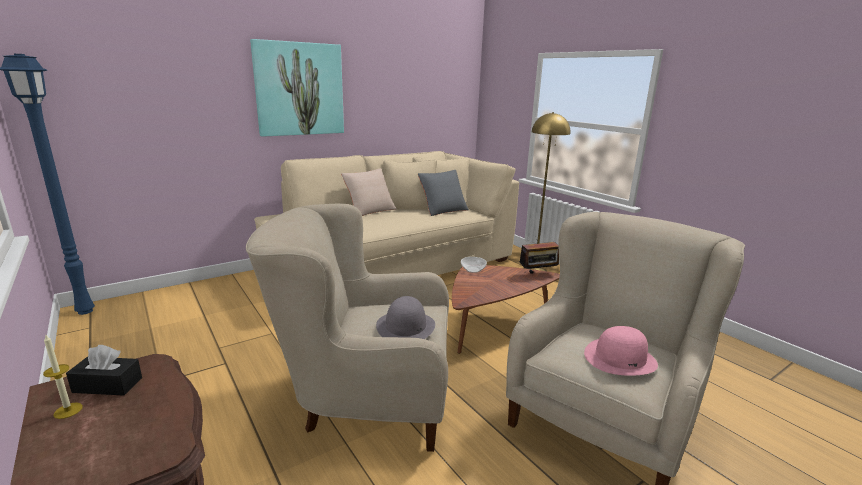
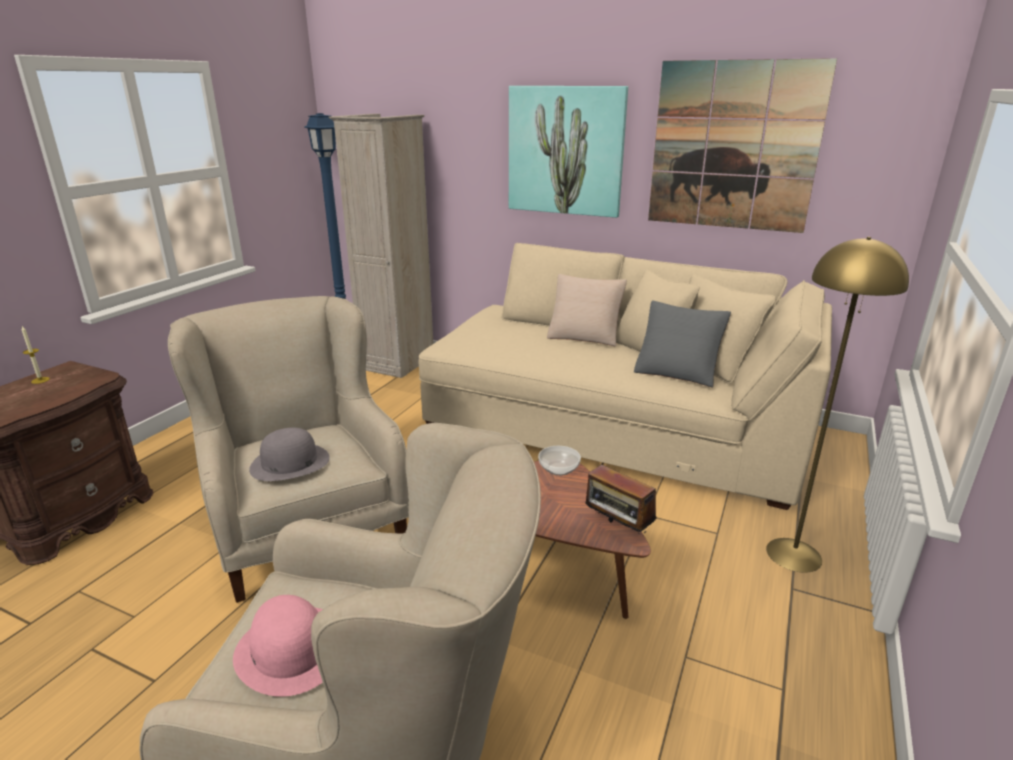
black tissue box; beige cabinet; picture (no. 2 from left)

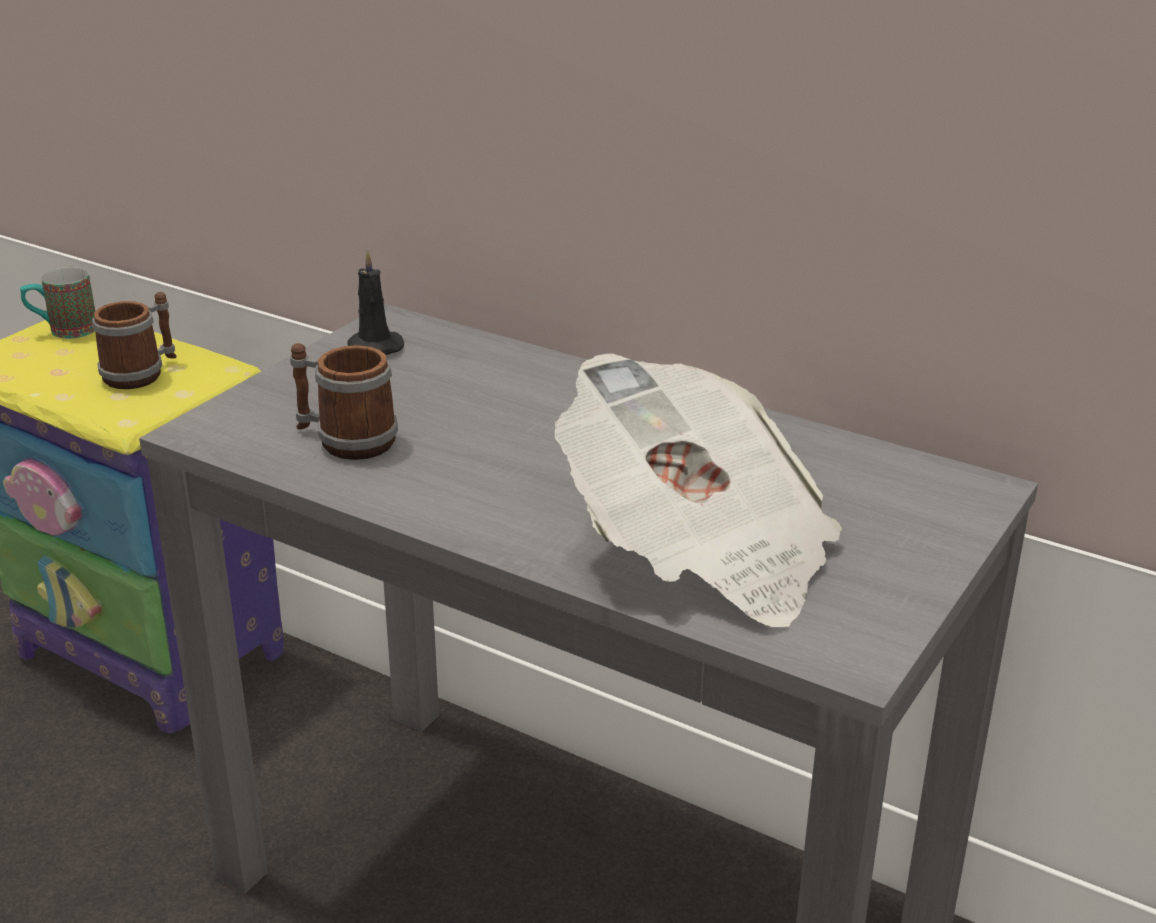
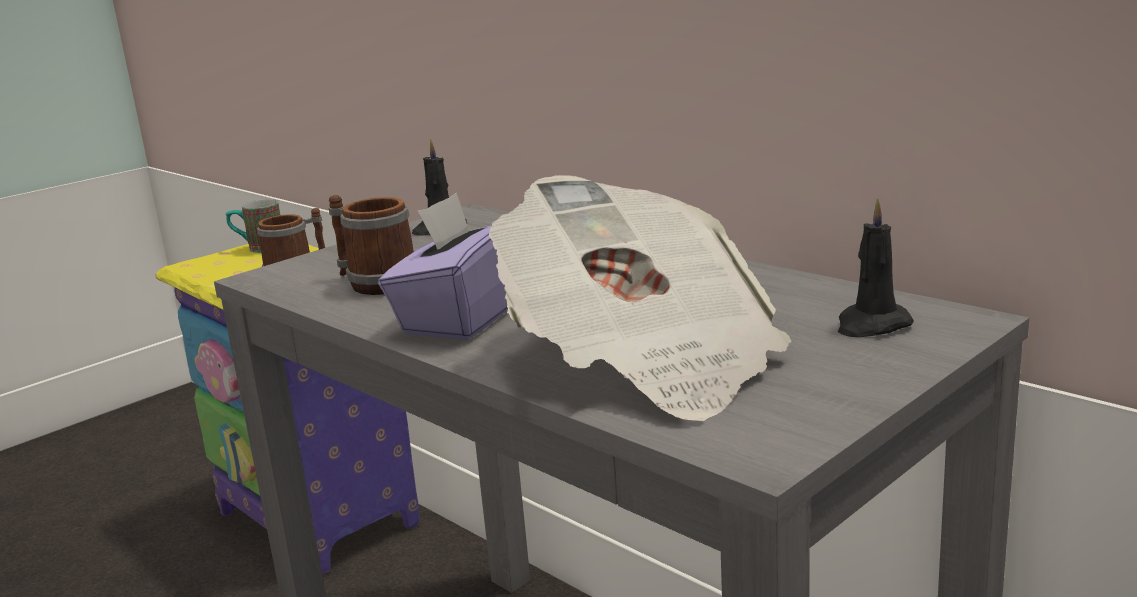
purple tissue box; black candle (no. 2 from left)

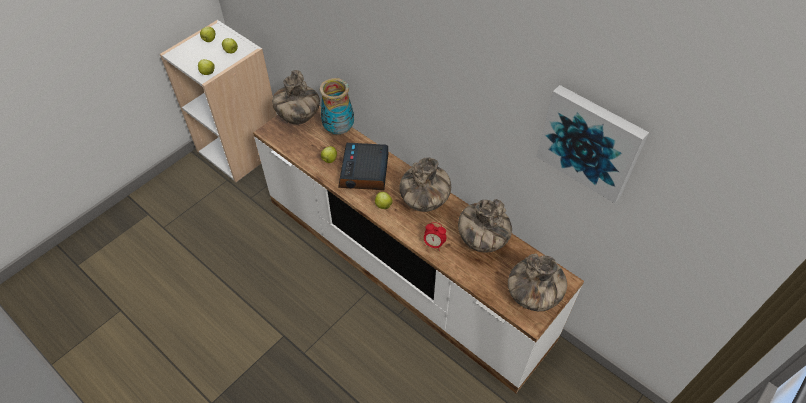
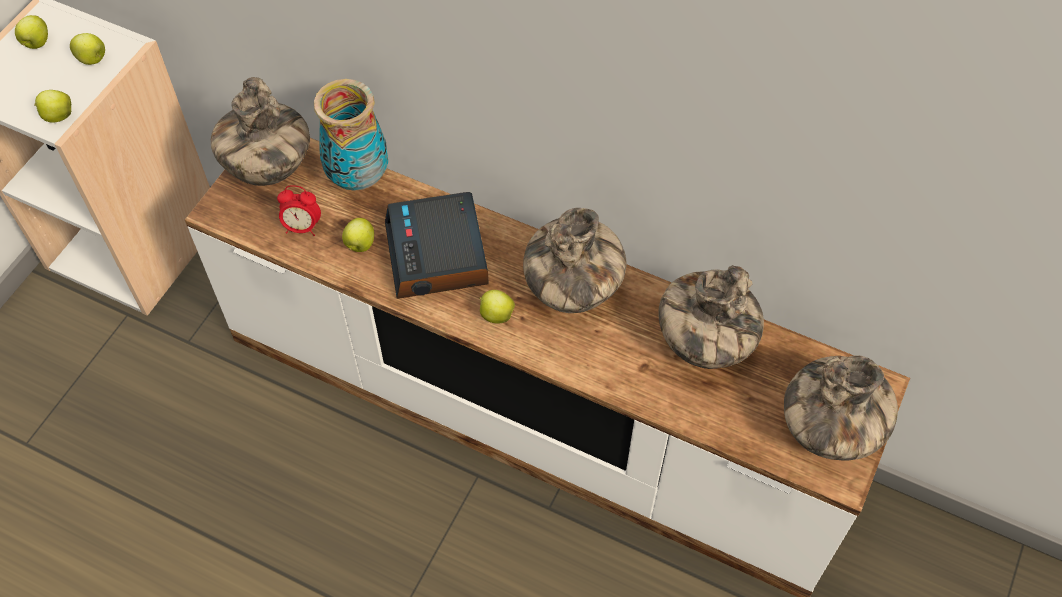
picture; alarm clock (no. 1 from left)

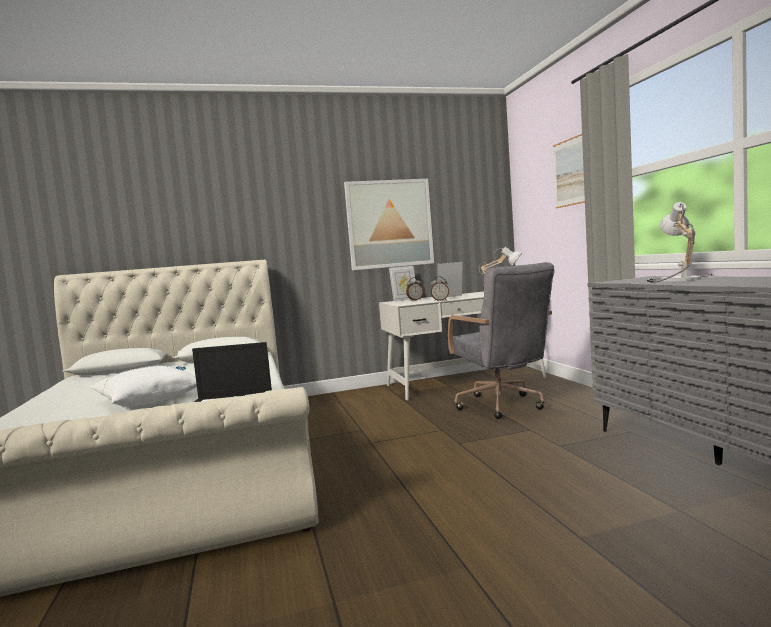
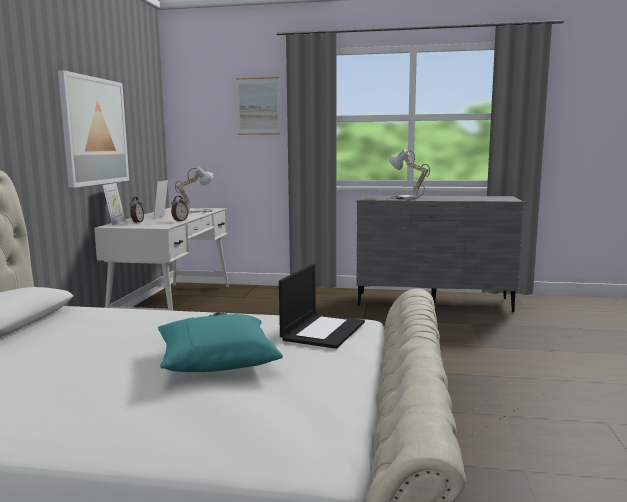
grey office chair; turquoise pillow

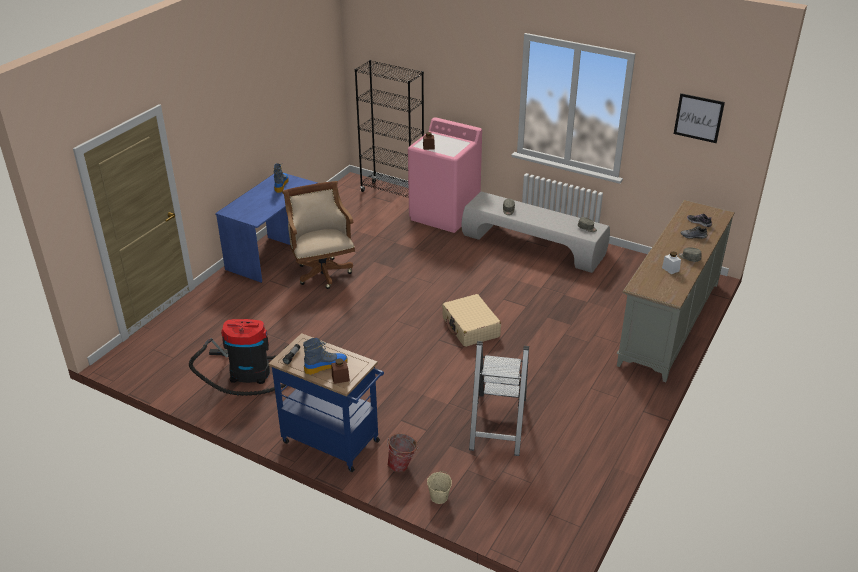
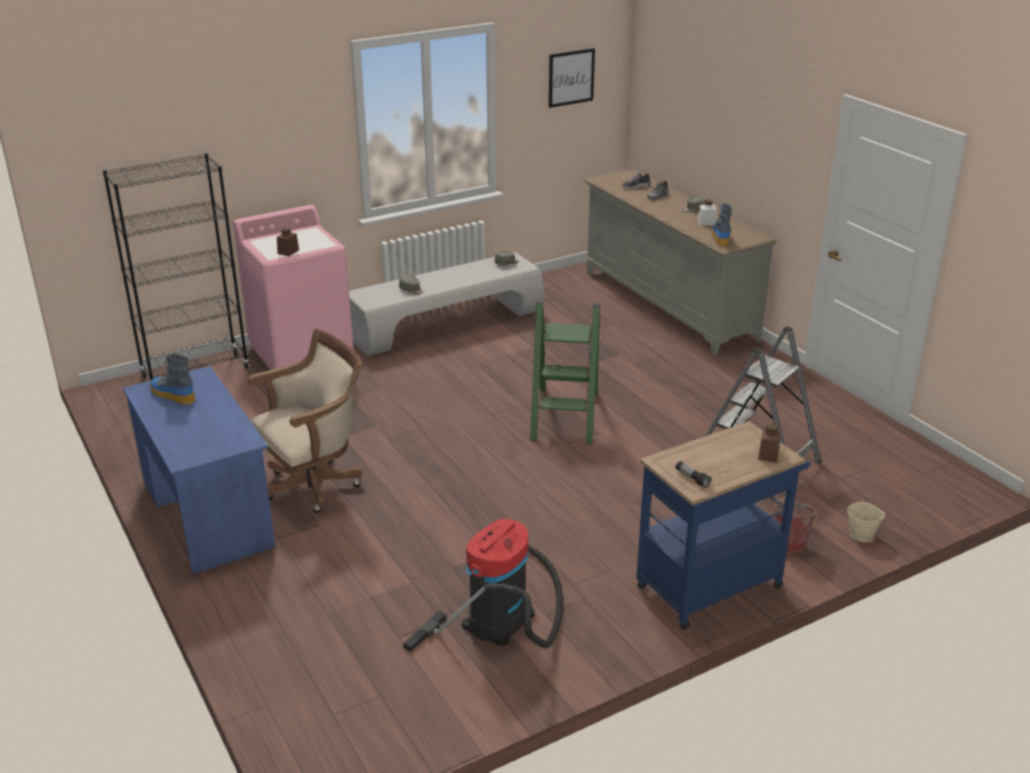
boot (no. 2 from left); green step ladder; office chair

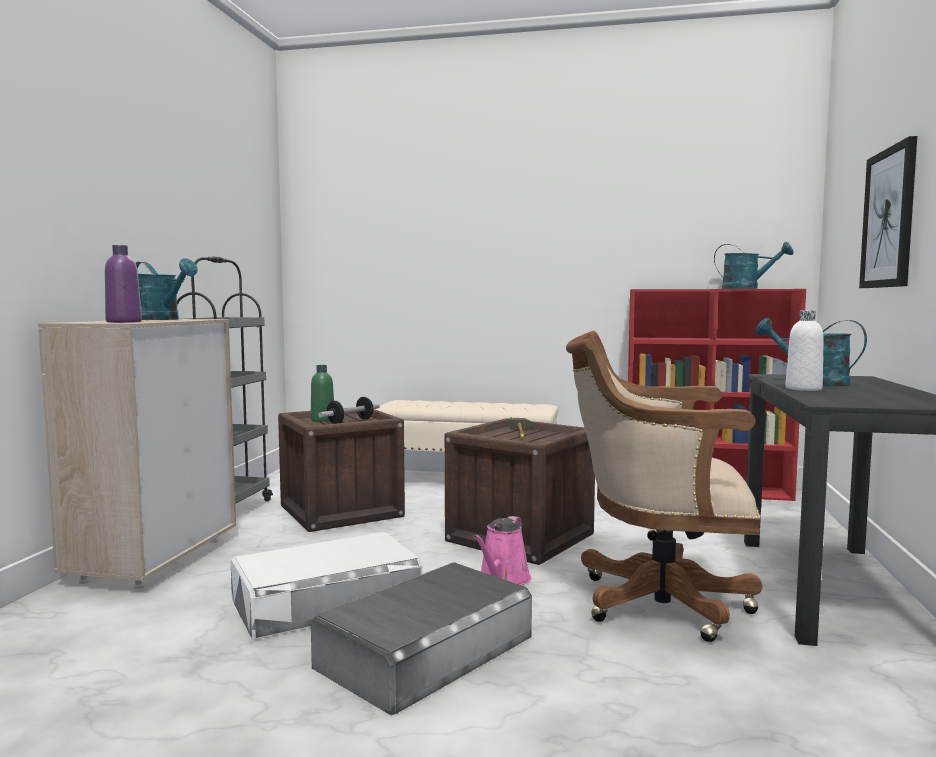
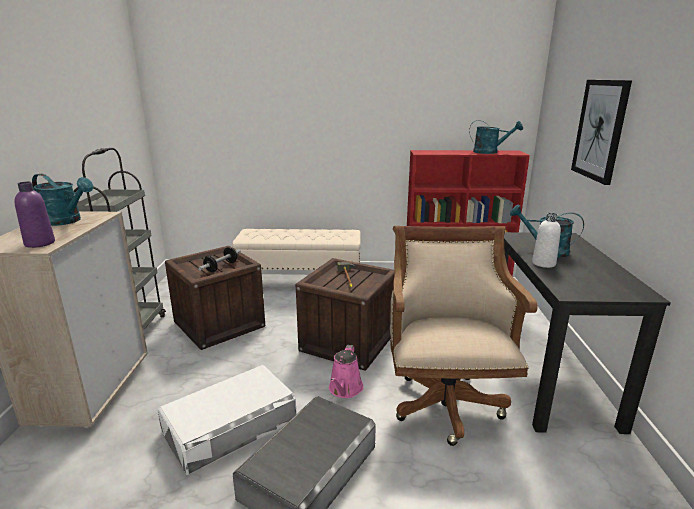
green bottle; office chair

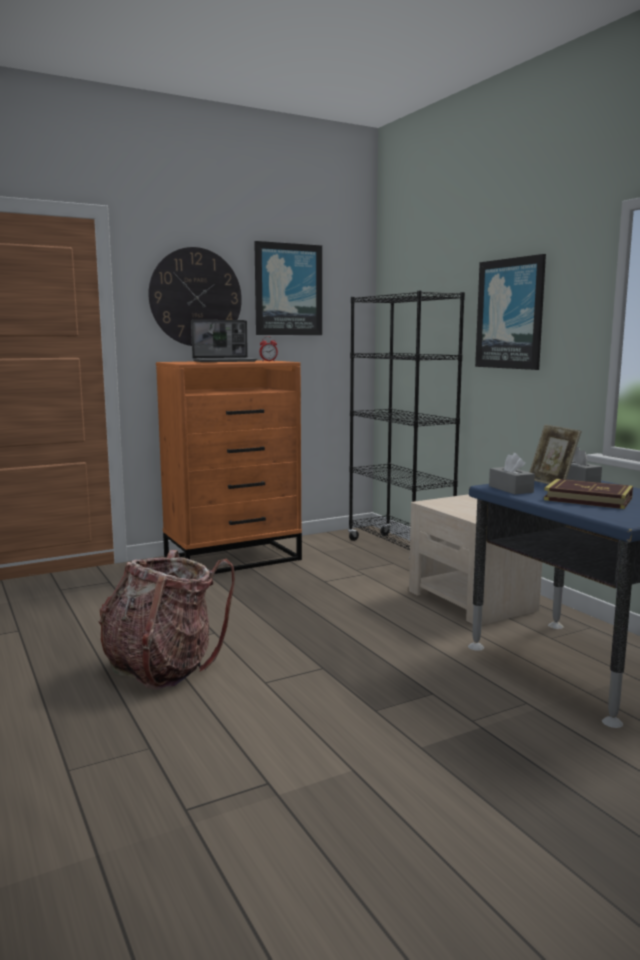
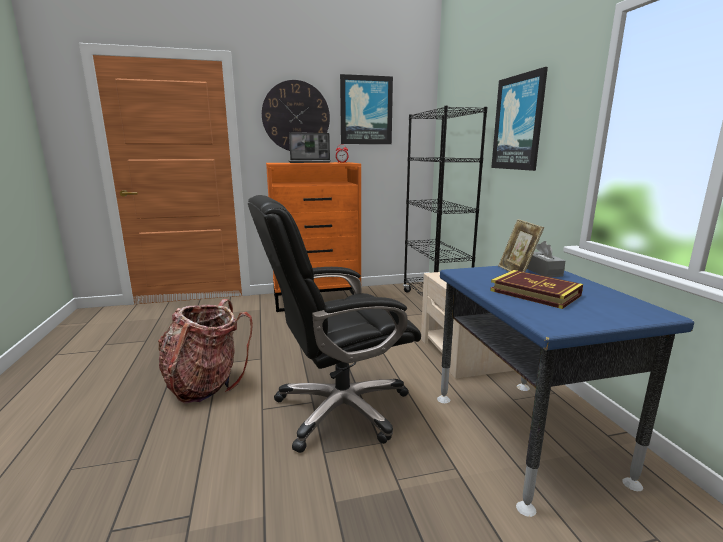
grey tissue box (no. 1 from left in the first image); black office chair

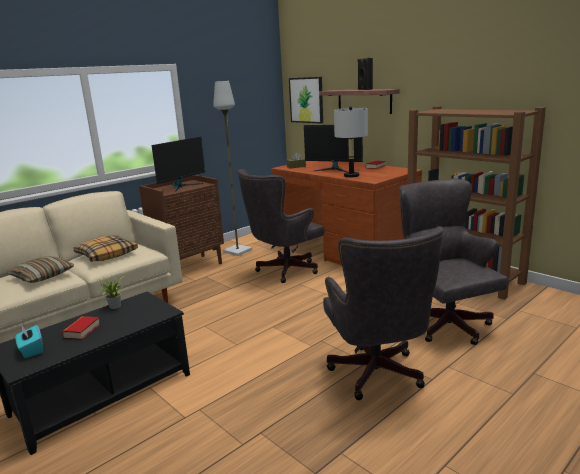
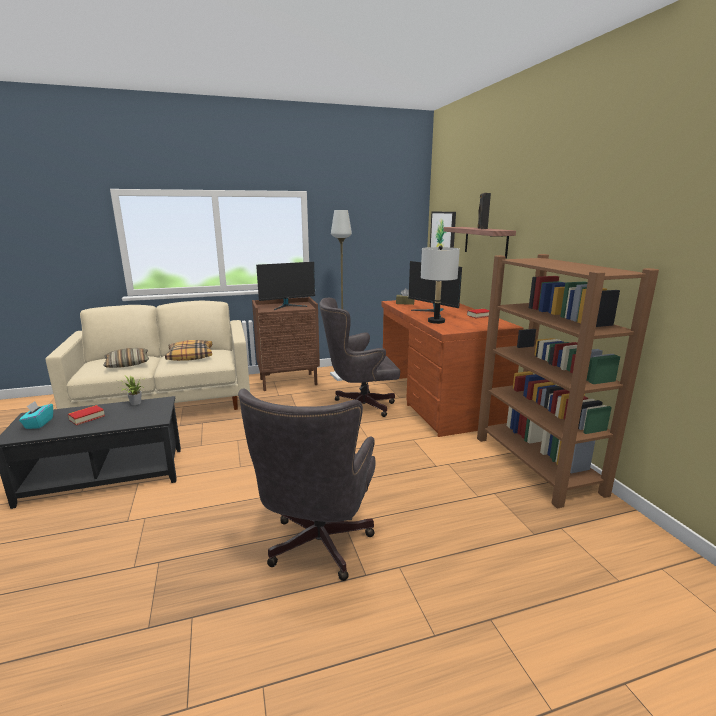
grey office chair (no. 3 from left in the first image)

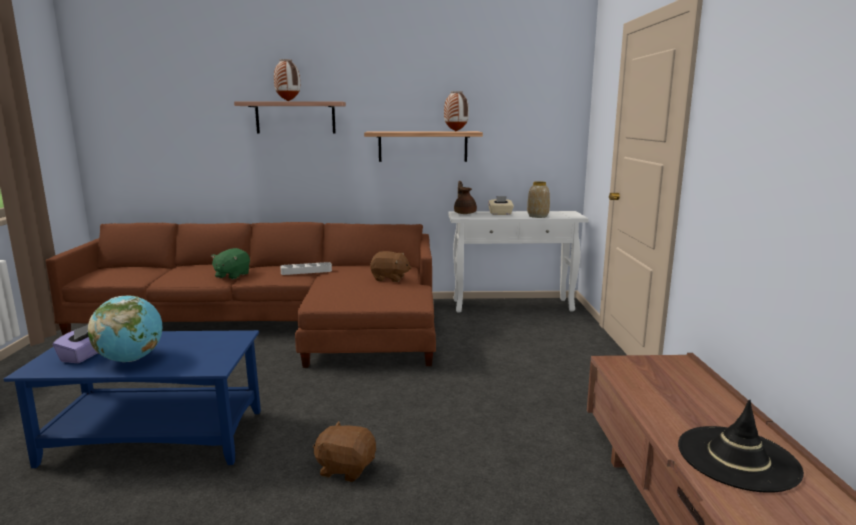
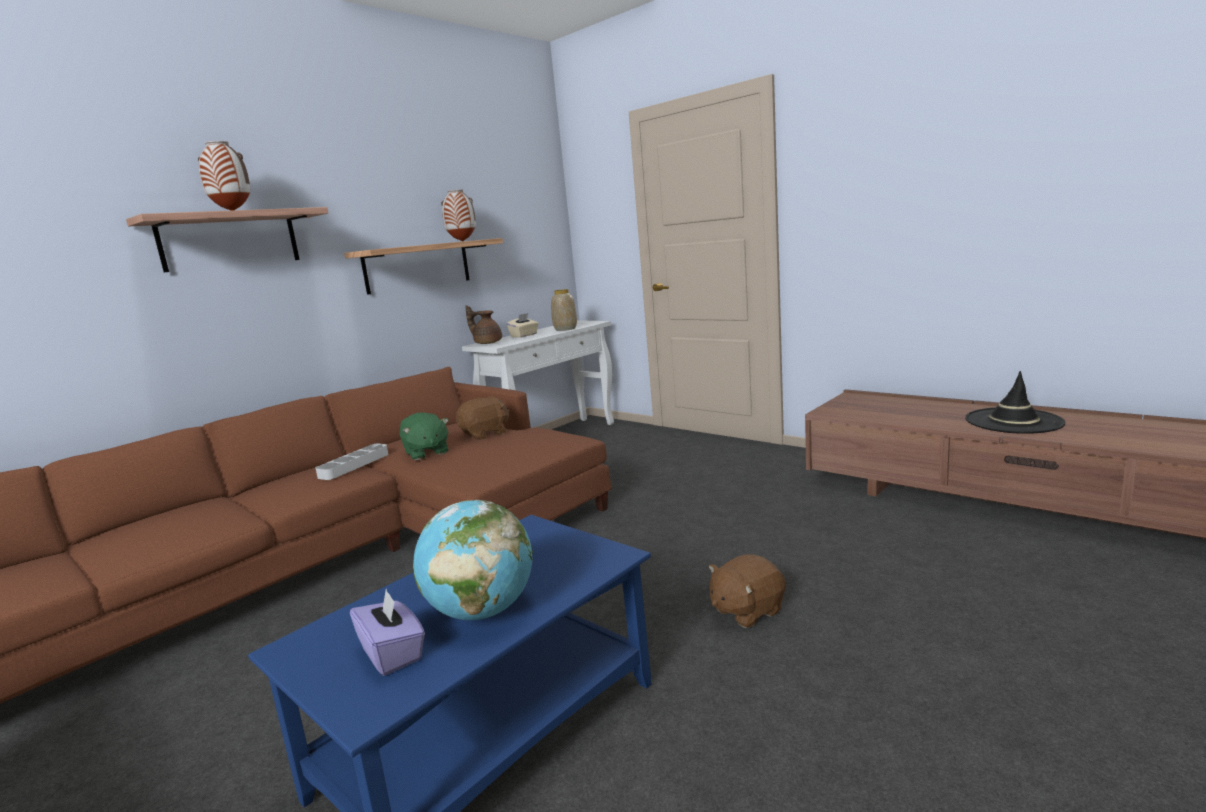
green plush toy

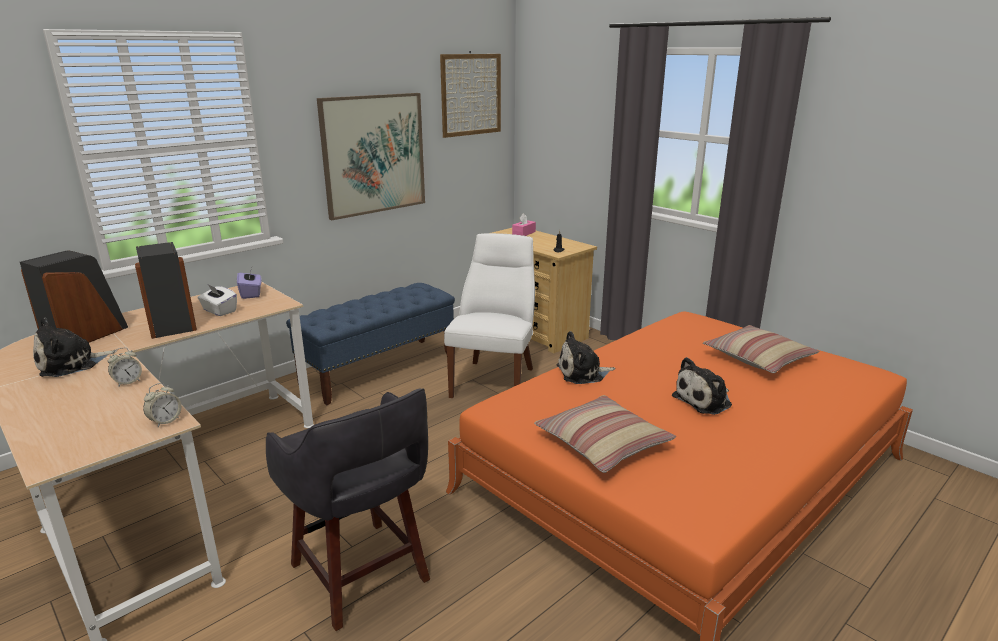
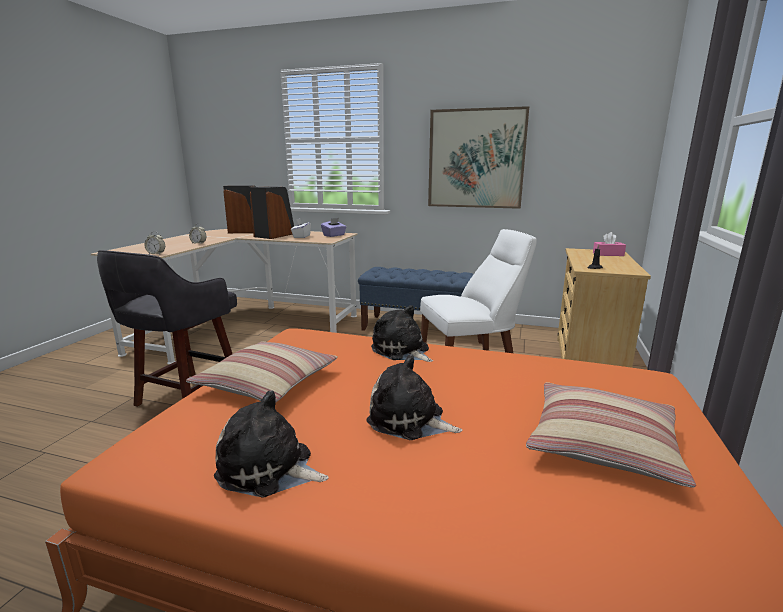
picture (no. 2 from left in the first image); plush toy (no. 1 from left)

